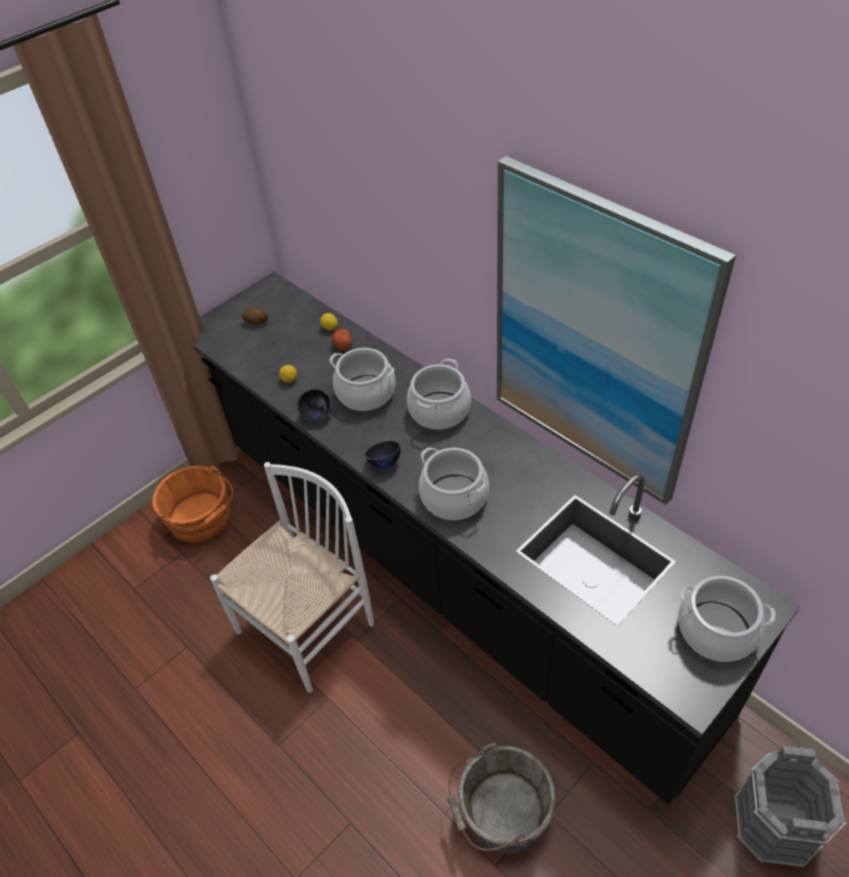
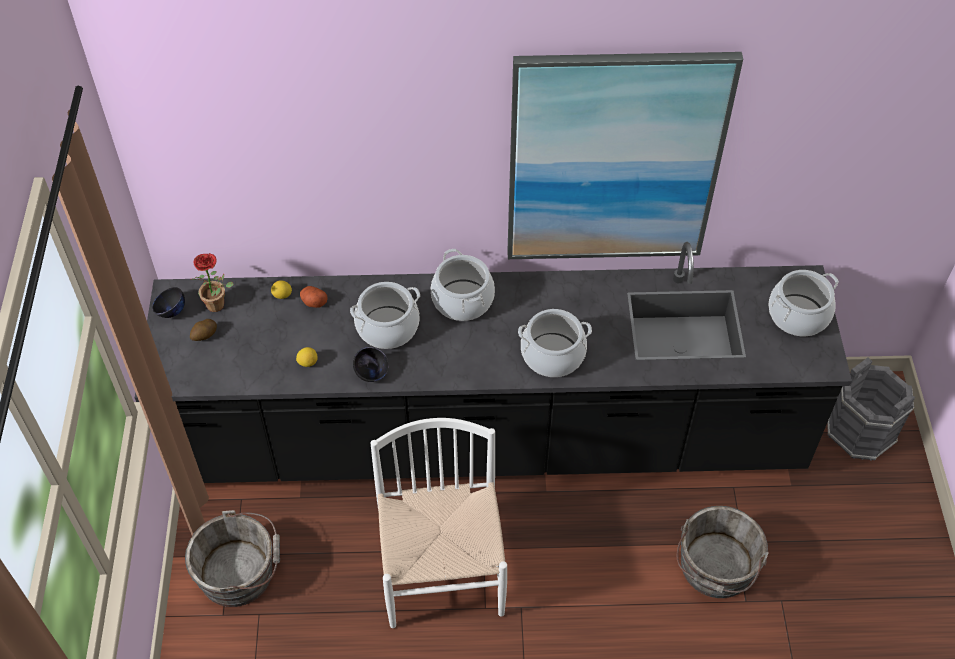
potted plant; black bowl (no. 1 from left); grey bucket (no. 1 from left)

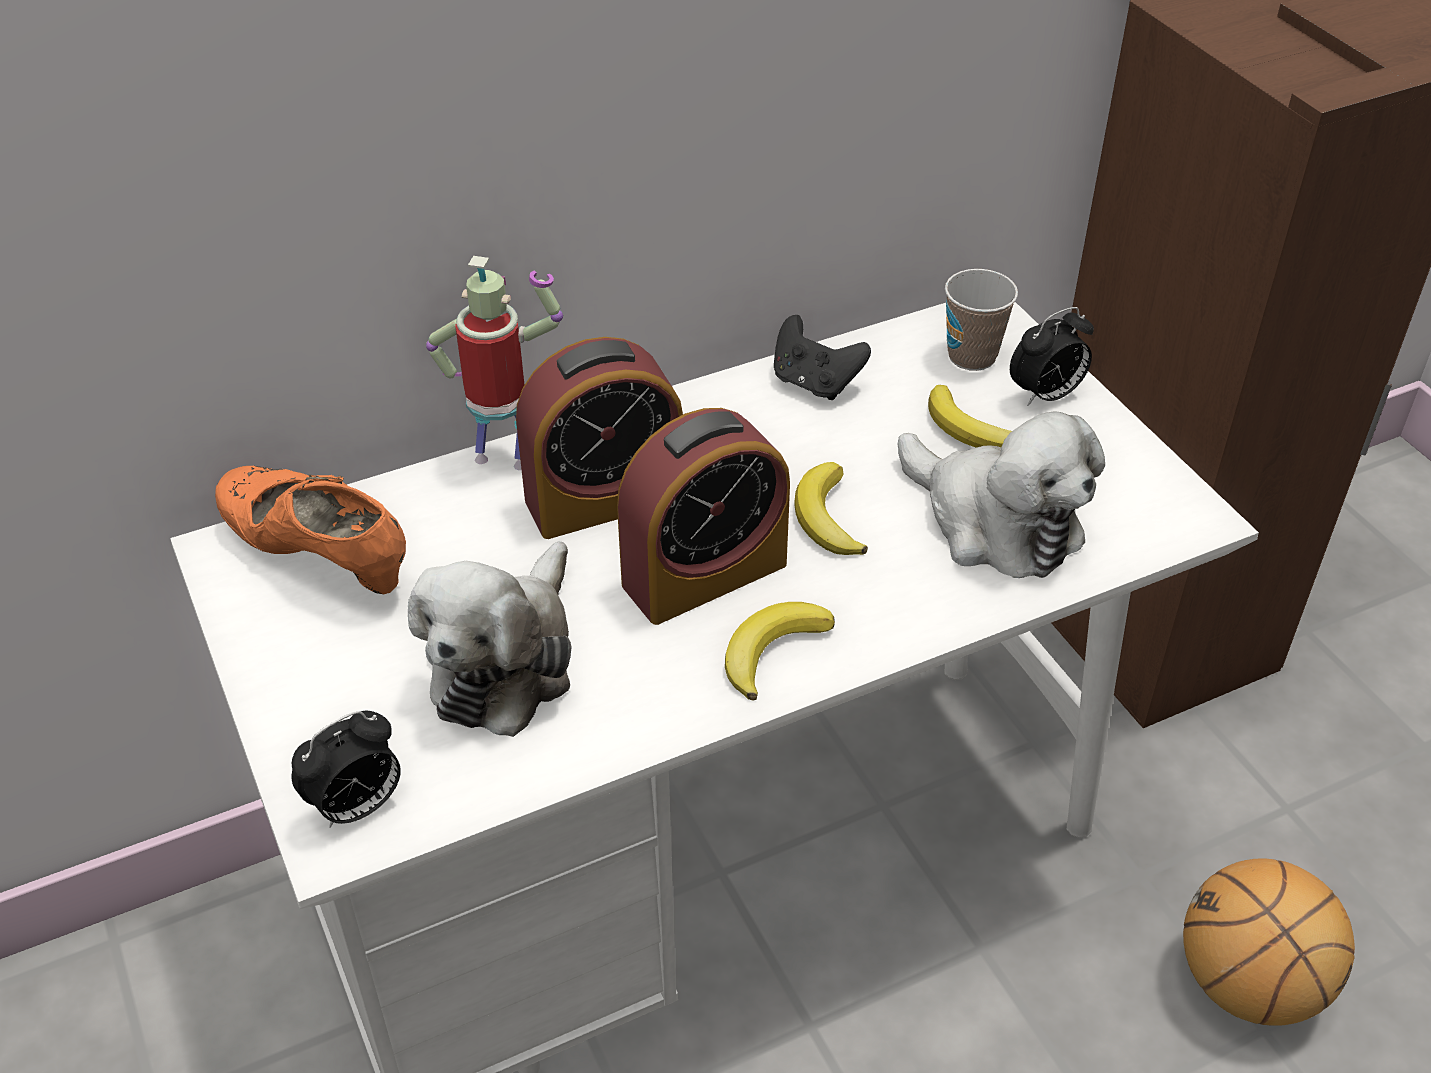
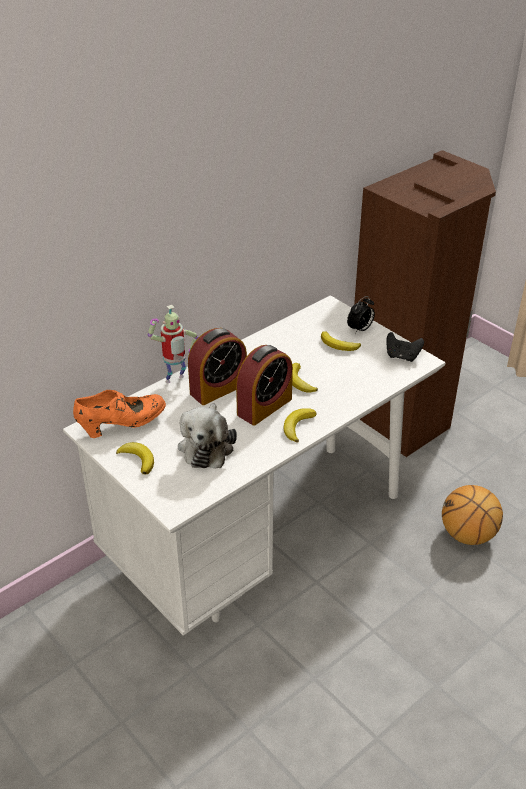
alarm clock (no. 1 from left in the first image); plush toy (no. 2 from left in the first image); cup; banana (no. 1 from left); black game controller; orange shoe; toy robot

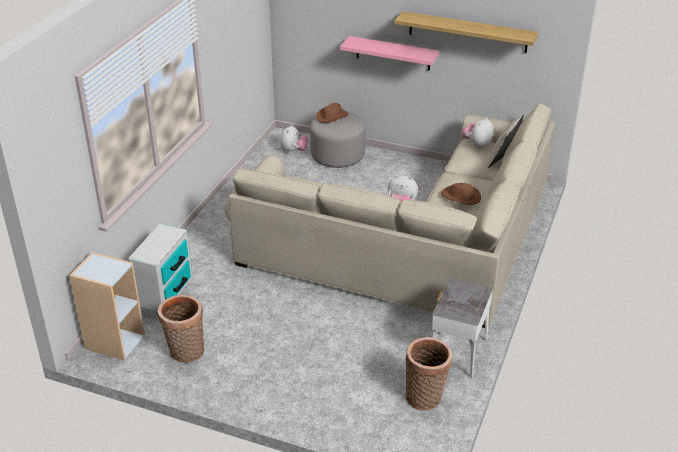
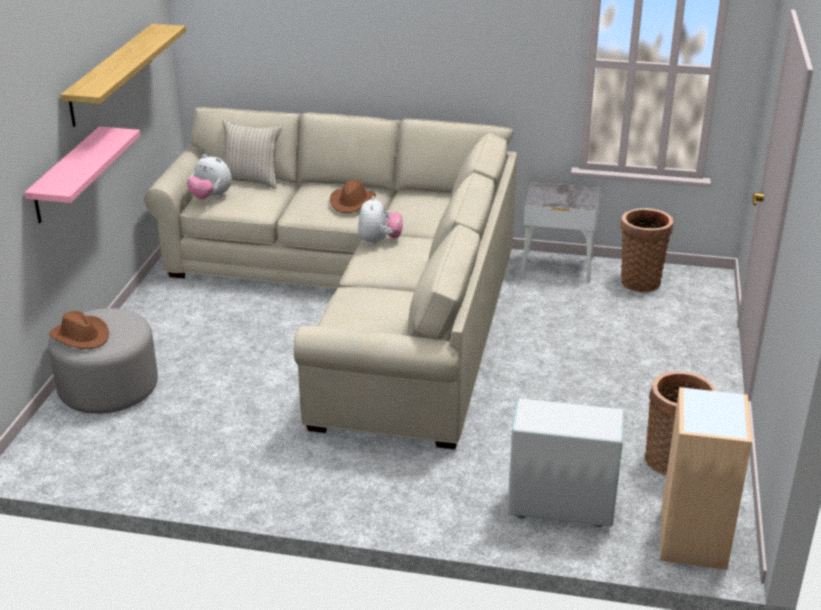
plush toy (no. 1 from left in the first image)

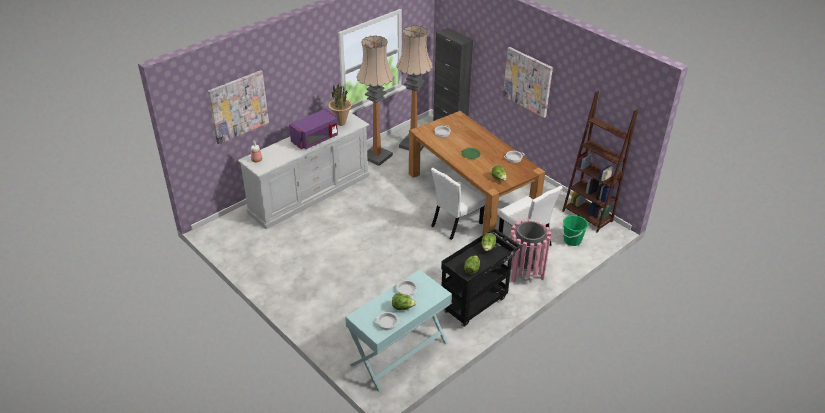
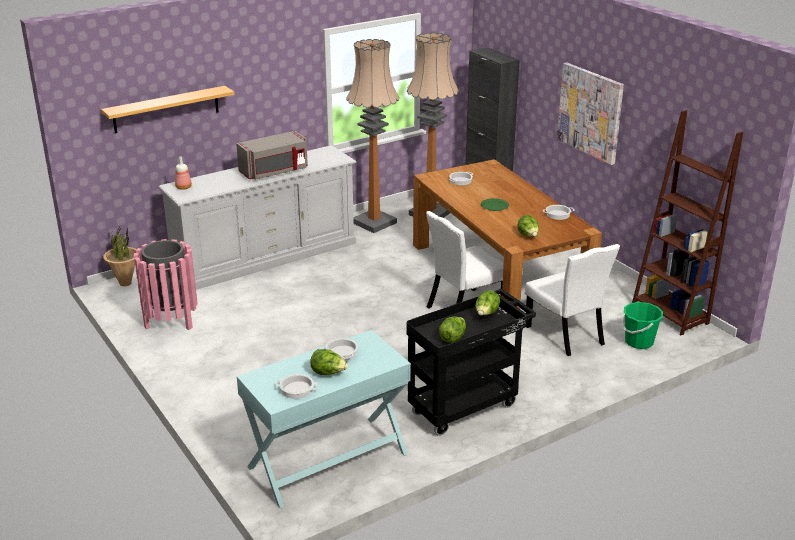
potted plant; pink trash can; shelf; grey microwave

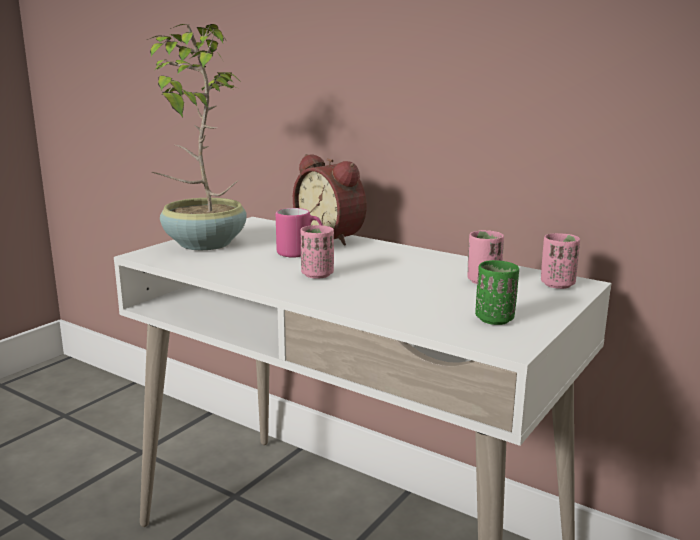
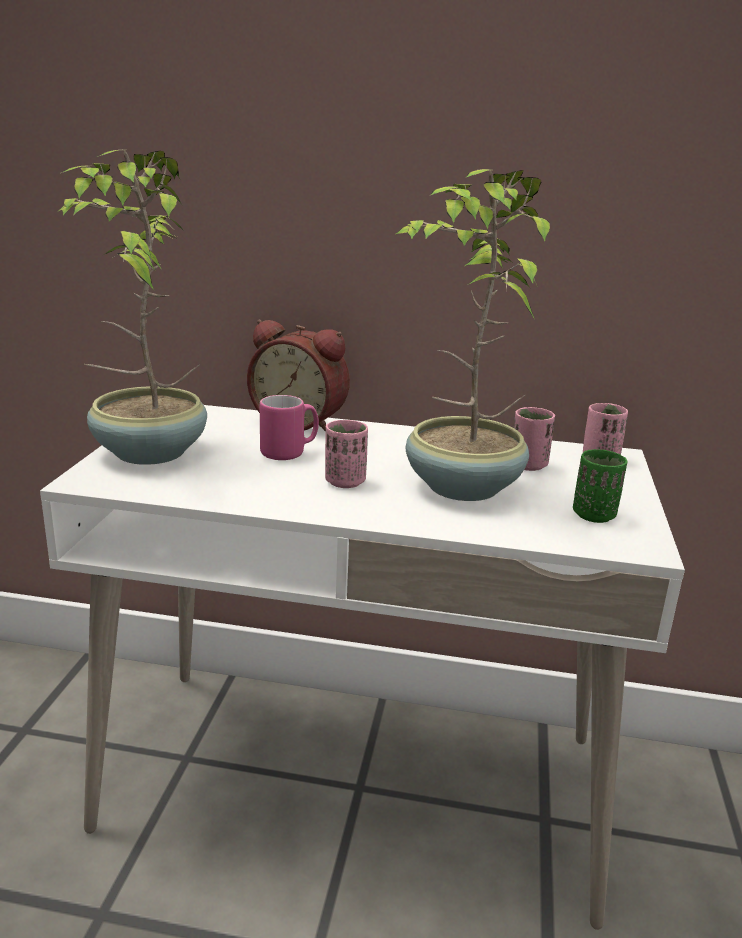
potted plant (no. 2 from left)

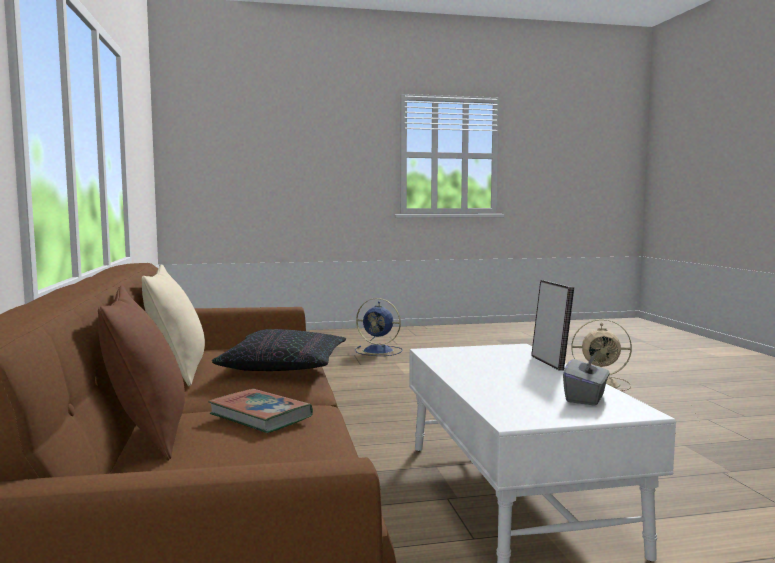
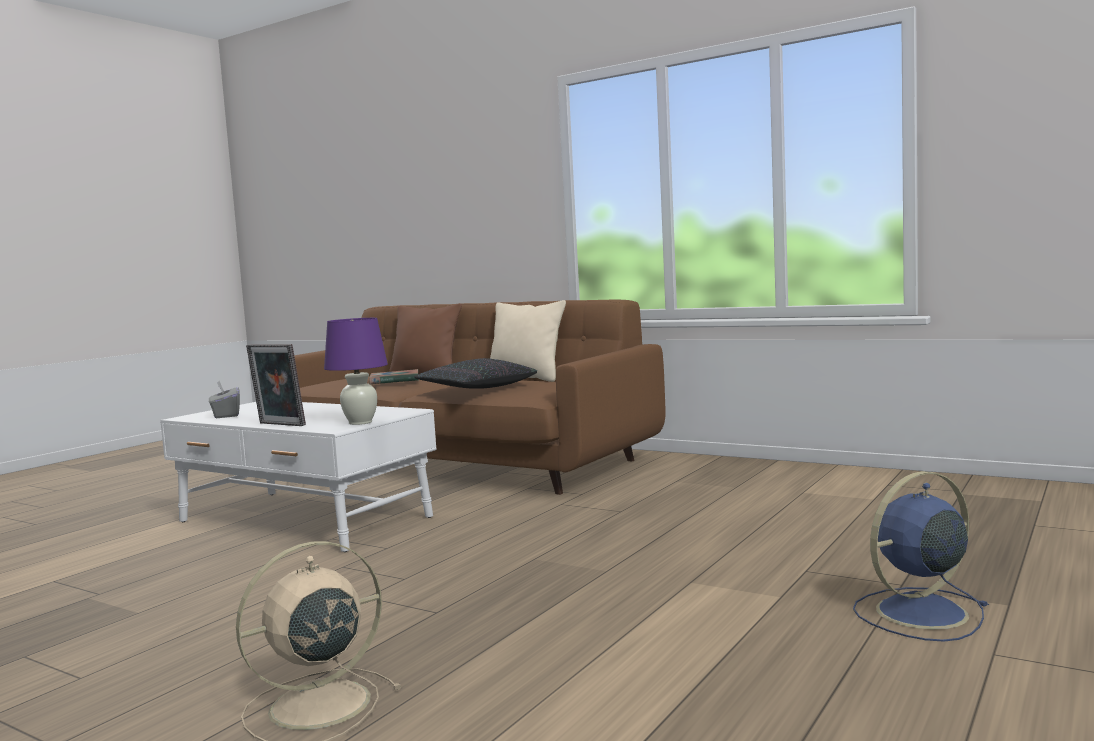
purple table lamp

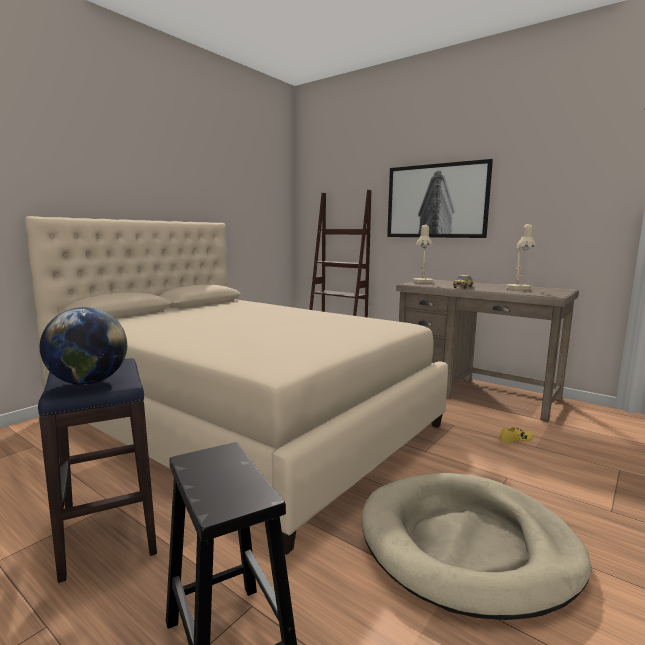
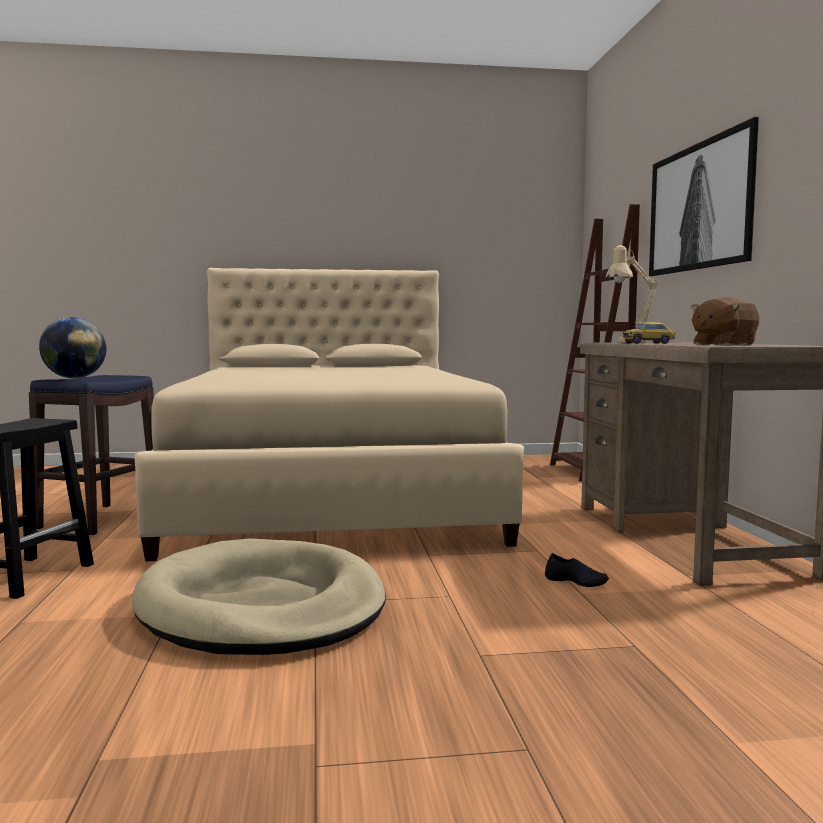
brown plush toy; black shoe

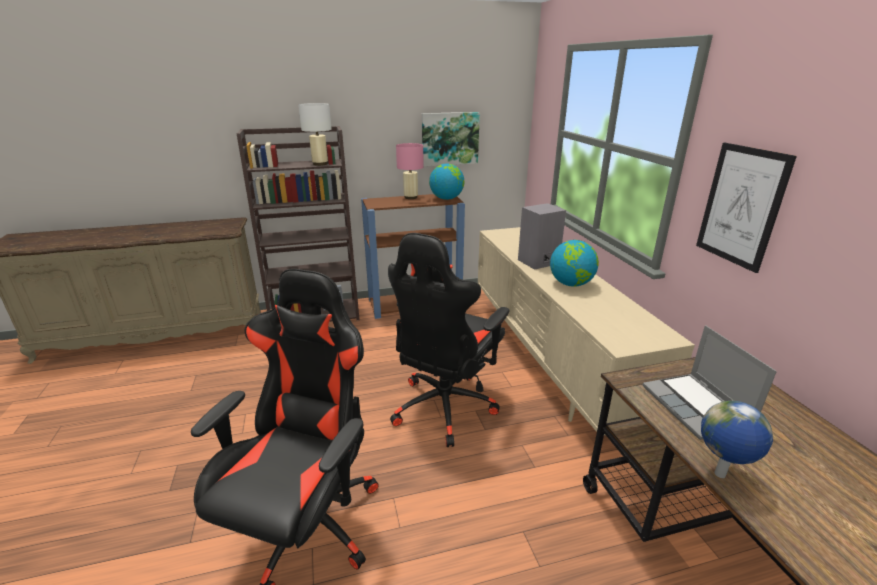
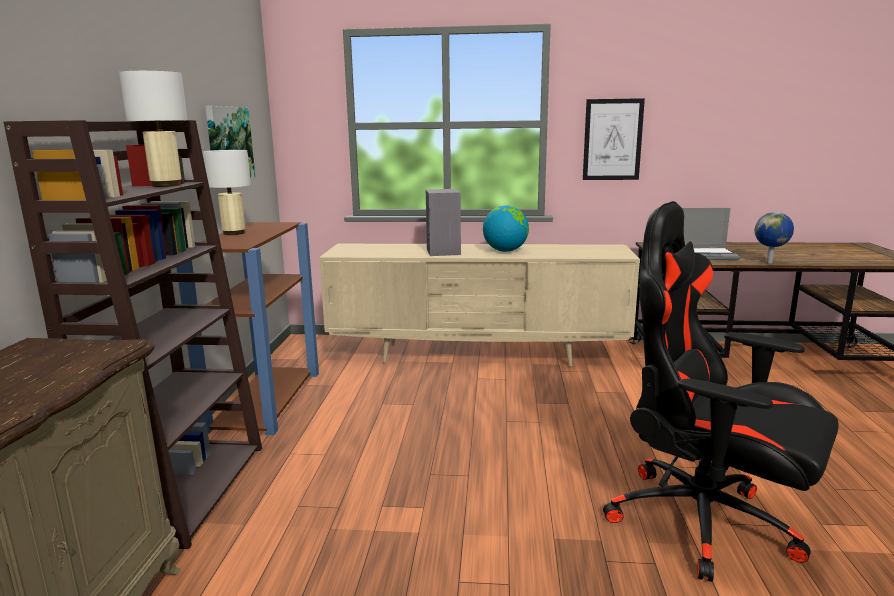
black office chair (no. 2 from left in the first image); globe (no. 1 from left in the first image); white table lamp (no. 2 from left)

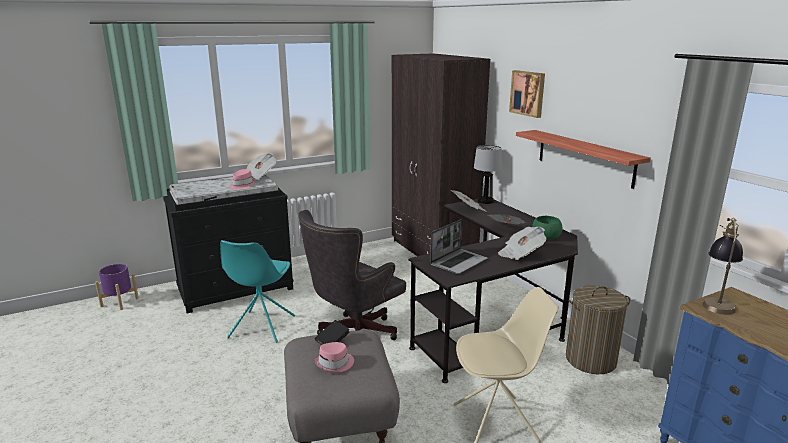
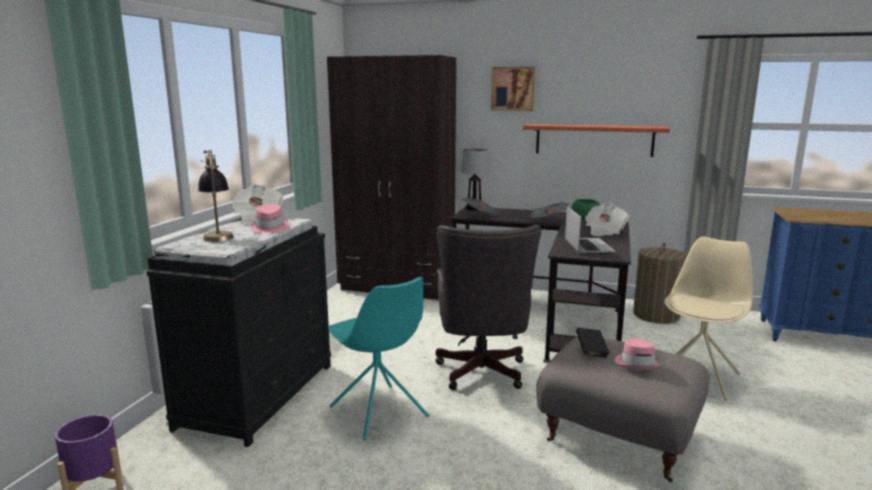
table lamp (no. 1 from left)

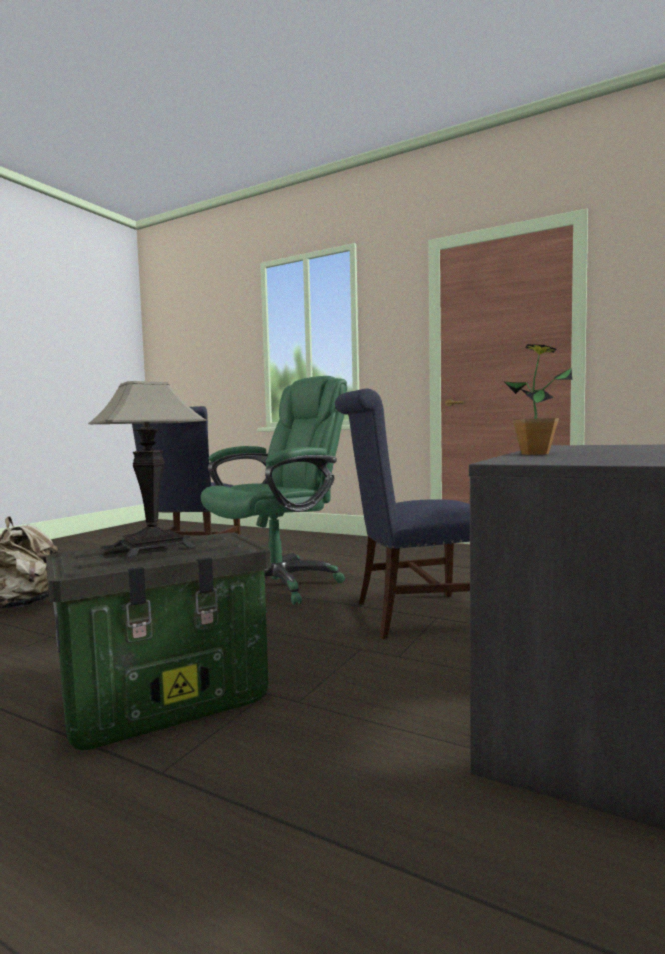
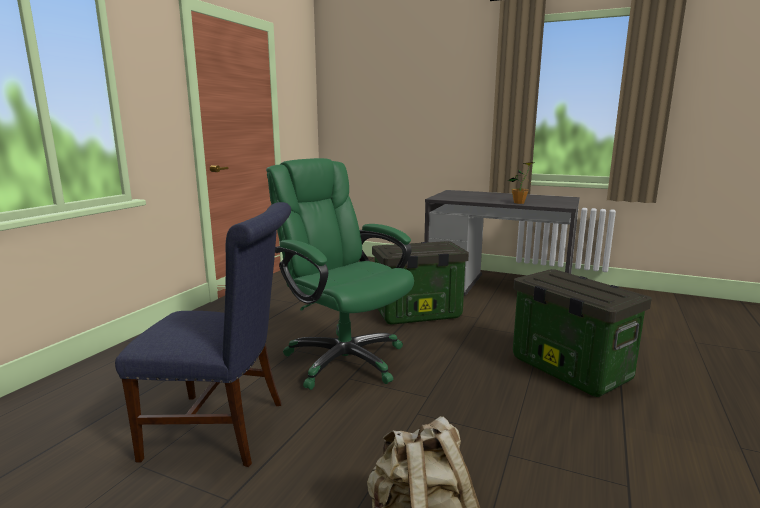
table lamp; storage box (no. 1 from left)

